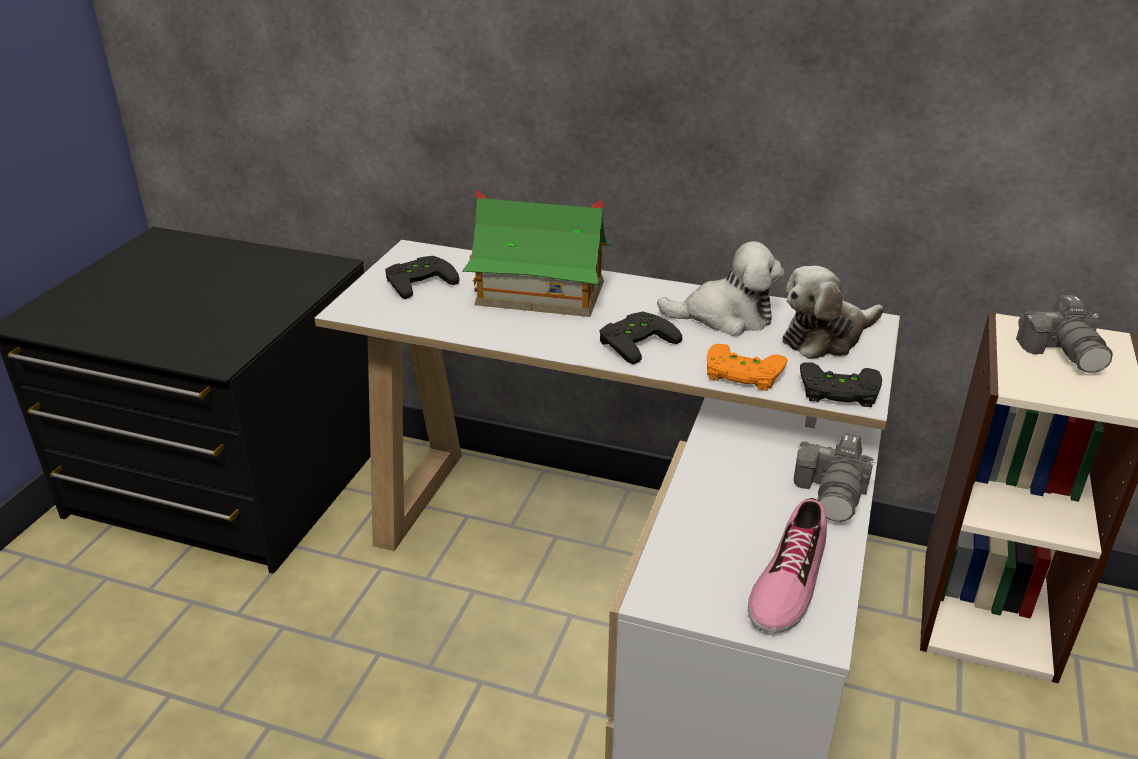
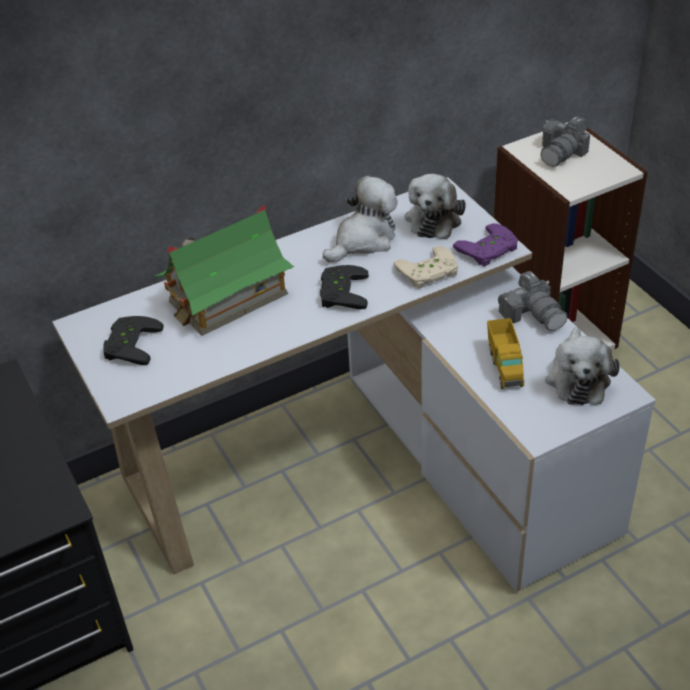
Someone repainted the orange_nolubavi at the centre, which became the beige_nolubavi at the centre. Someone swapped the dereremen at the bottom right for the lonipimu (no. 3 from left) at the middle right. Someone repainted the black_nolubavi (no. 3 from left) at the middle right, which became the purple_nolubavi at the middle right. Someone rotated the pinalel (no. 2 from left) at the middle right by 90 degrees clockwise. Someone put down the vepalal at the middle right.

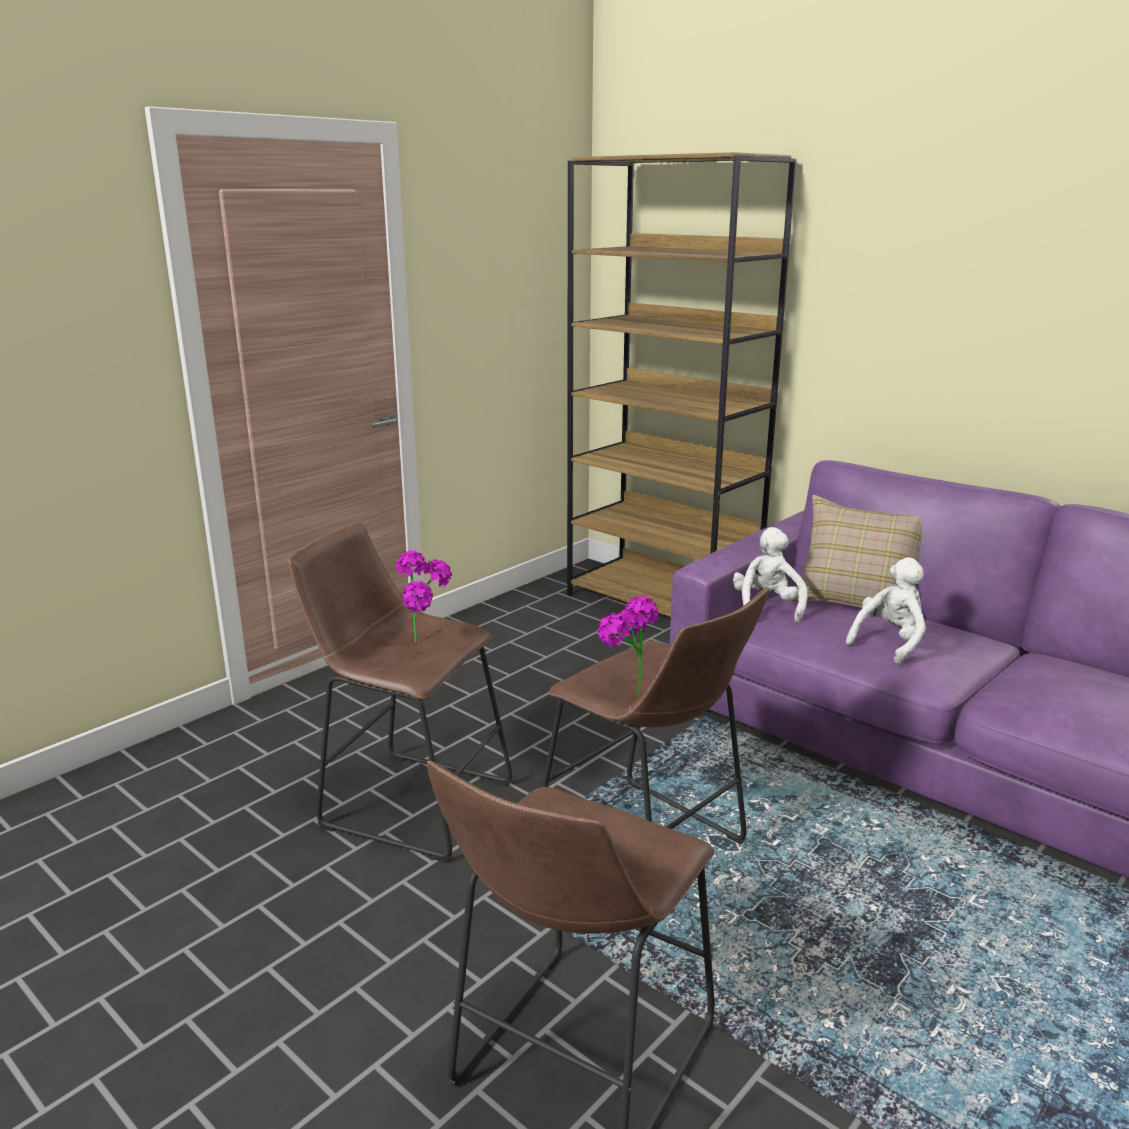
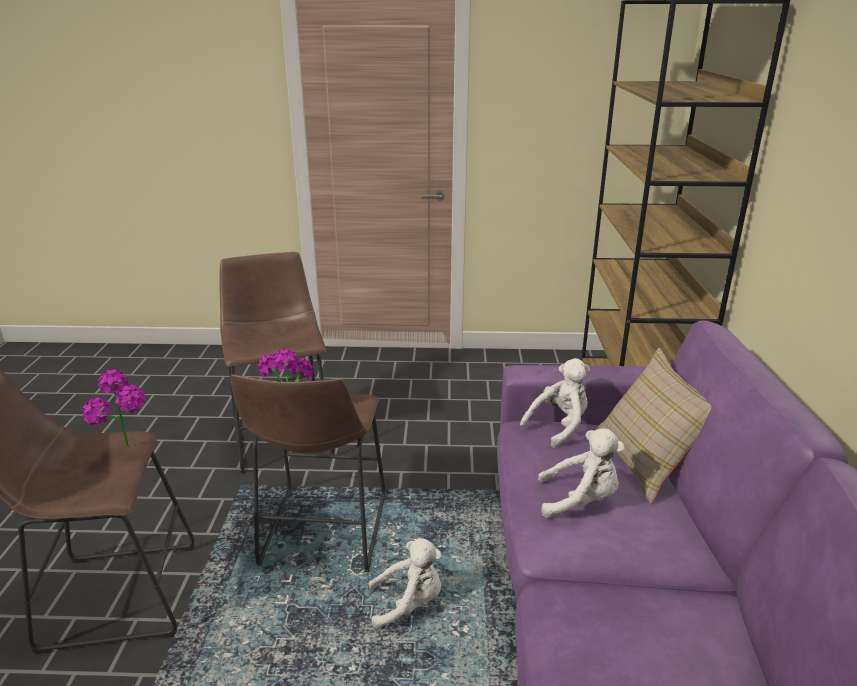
Someone carried the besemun (no. 1 from left) from the centre to the middle left. Someone put down the white_lonipimu (no. 1 from left) at the bottom centre.

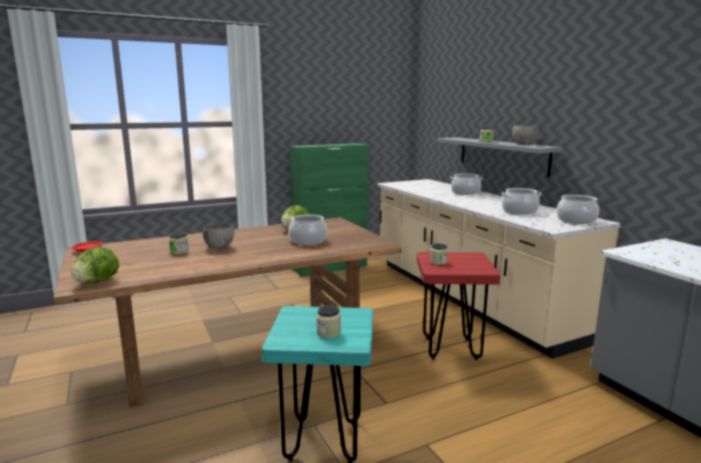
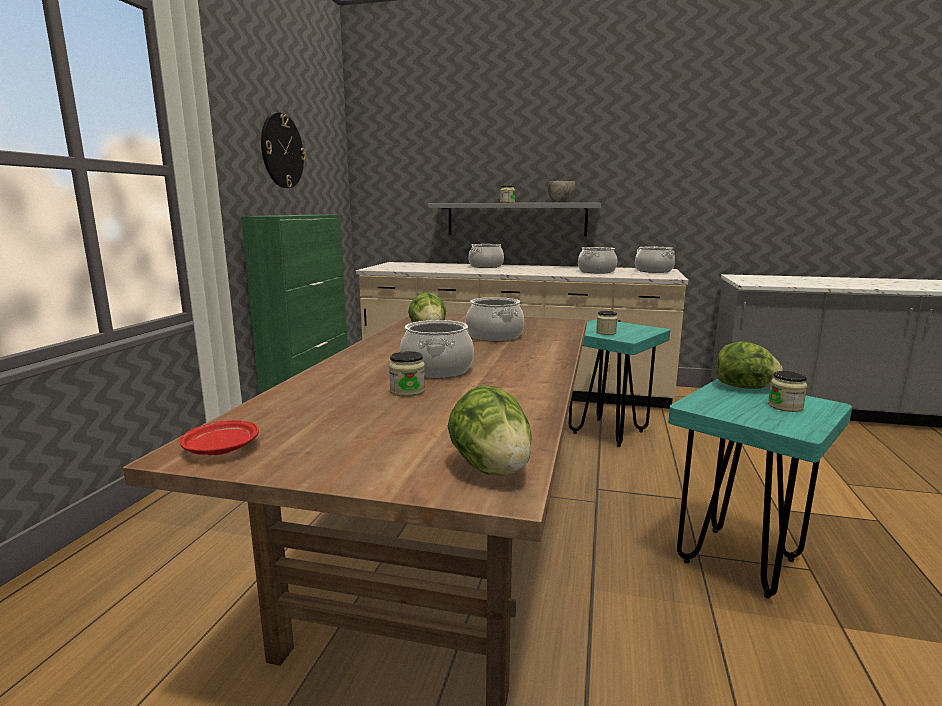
Someone swapped the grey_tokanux (no. 1 from left) at the middle left for the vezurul (no. 1 from left) at the centre. Someone repainted the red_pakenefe at the centre, which became the turquoise_pakenefe (no. 1 from left) at the centre. Someone put up the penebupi at the top left. Someone put down the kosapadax (no. 3 from left) at the middle right.

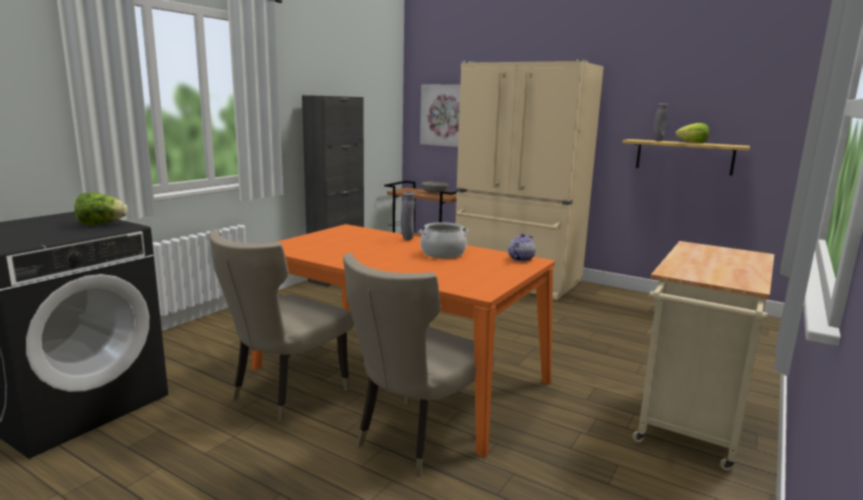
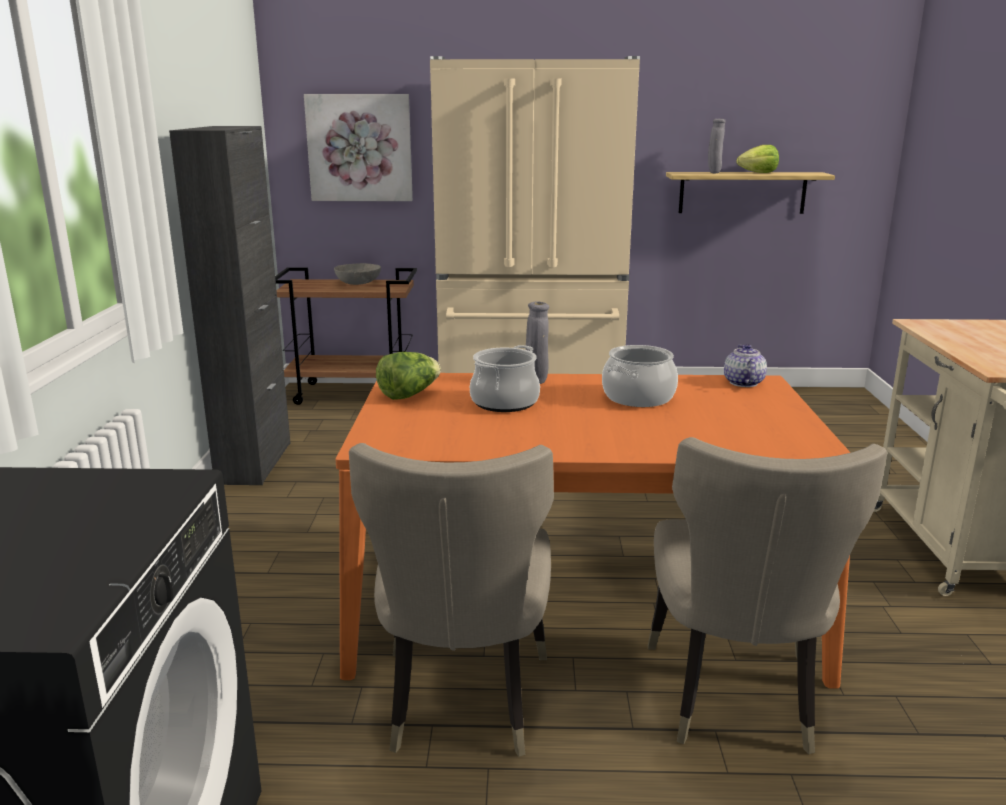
Someone carried the kosapadax (no. 1 from left) from the middle left to the centre. Someone put down the vezurul (no. 1 from left) at the centre.

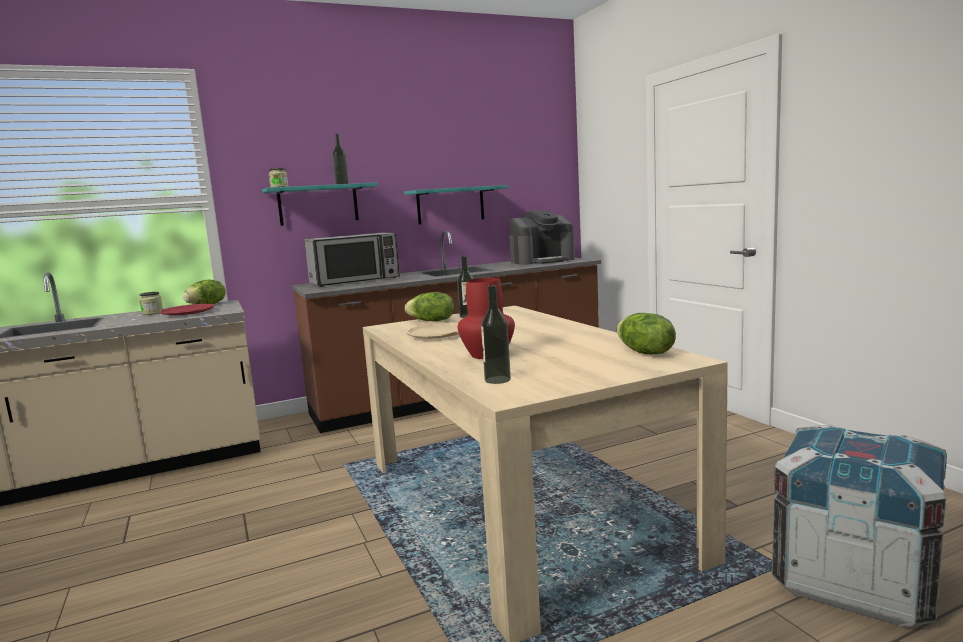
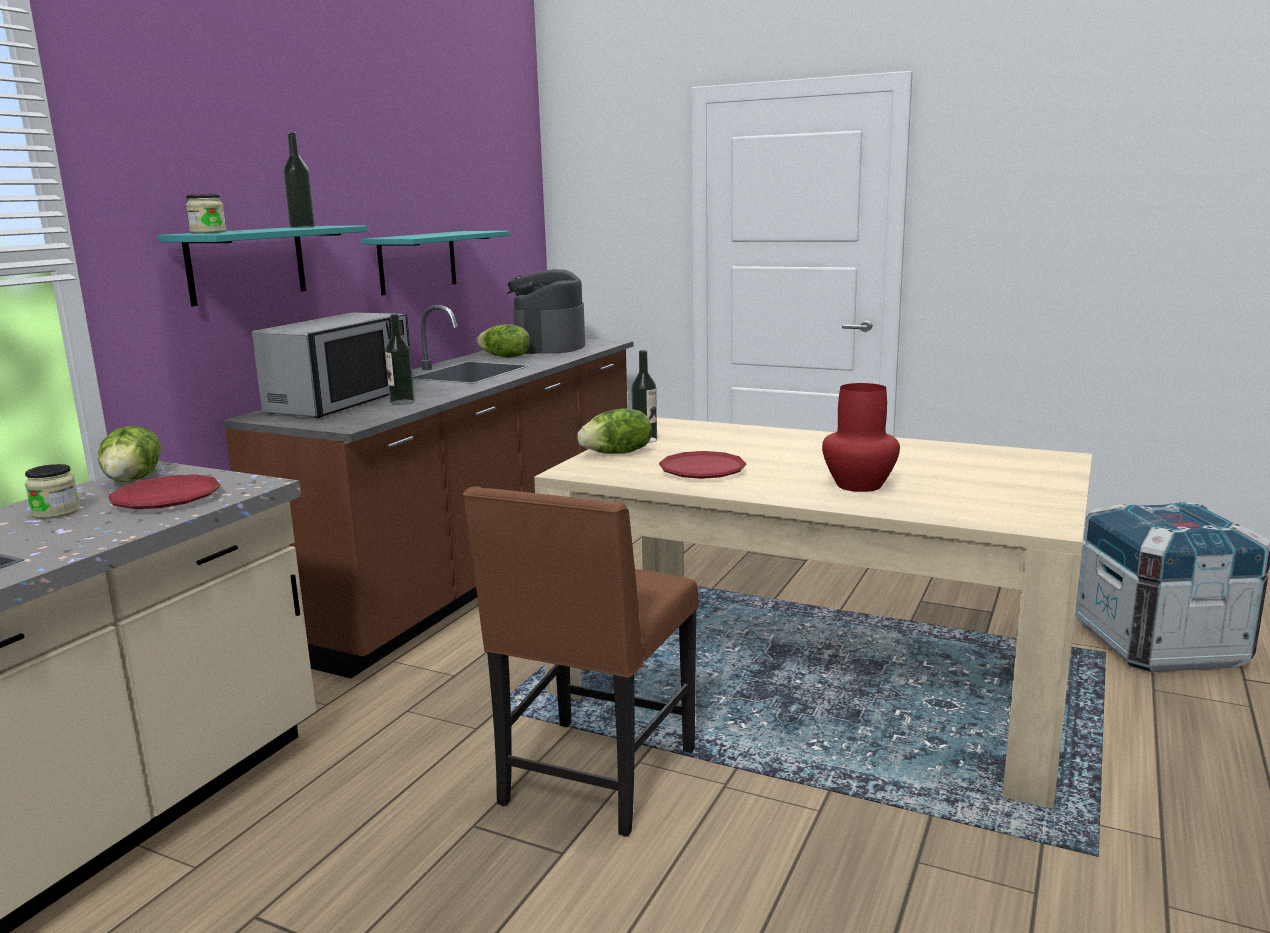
Someone repainted the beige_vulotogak at the centre, which became the red_vulotogak (no. 2 from left) at the centre. Someone carried the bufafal (no. 3 from left in the first image) from the centre to the middle left. Someone rotated the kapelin at the centre by 150 degrees clockwise. Someone carried the kosapadax (no. 3 from left in the first image) from the middle right to the centre. Someone put down the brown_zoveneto at the bottom centre.

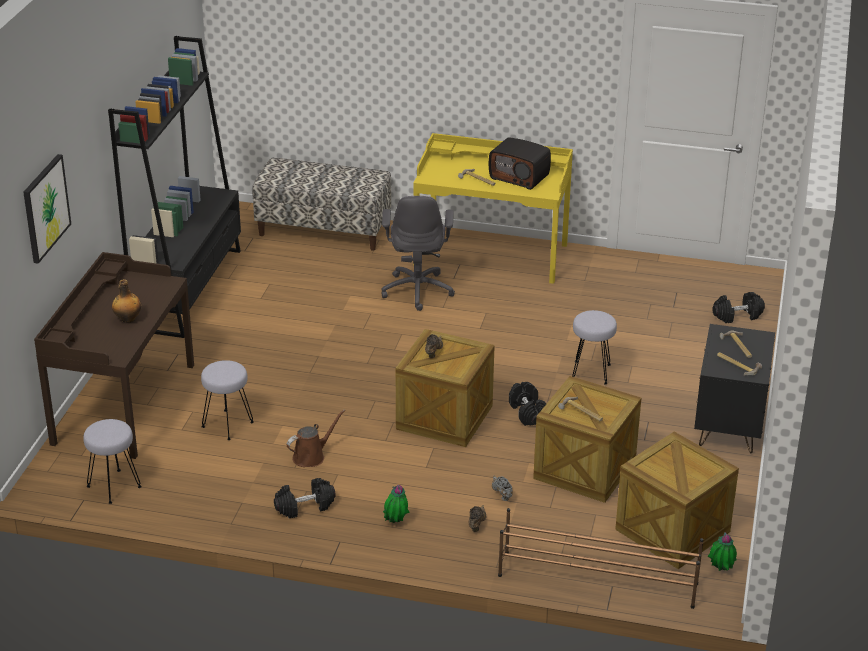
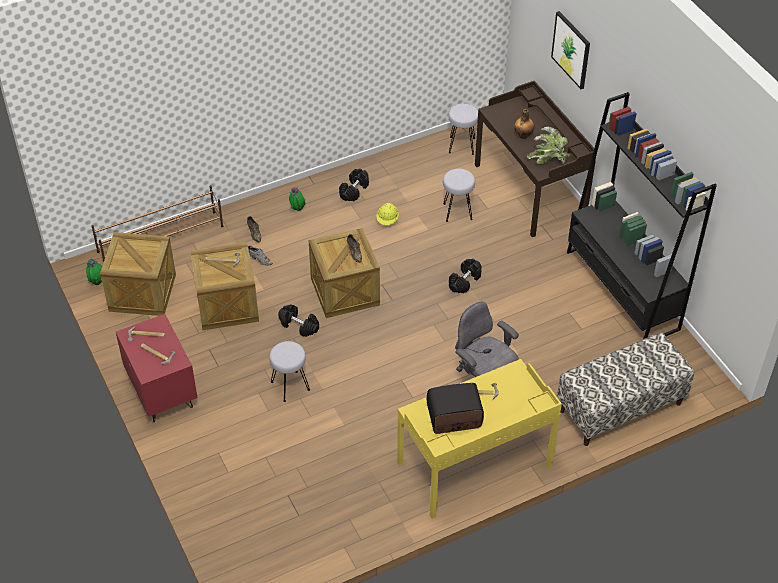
Someone swapped the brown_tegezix at the bottom centre for the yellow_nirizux at the centre. Someone repainted the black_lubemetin at the middle right, which became the red_lubemetin at the middle left. Someone carried the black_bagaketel (no. 3 from left) from the middle right to the centre. Someone put down the besemun (no. 3 from left) at the top right.

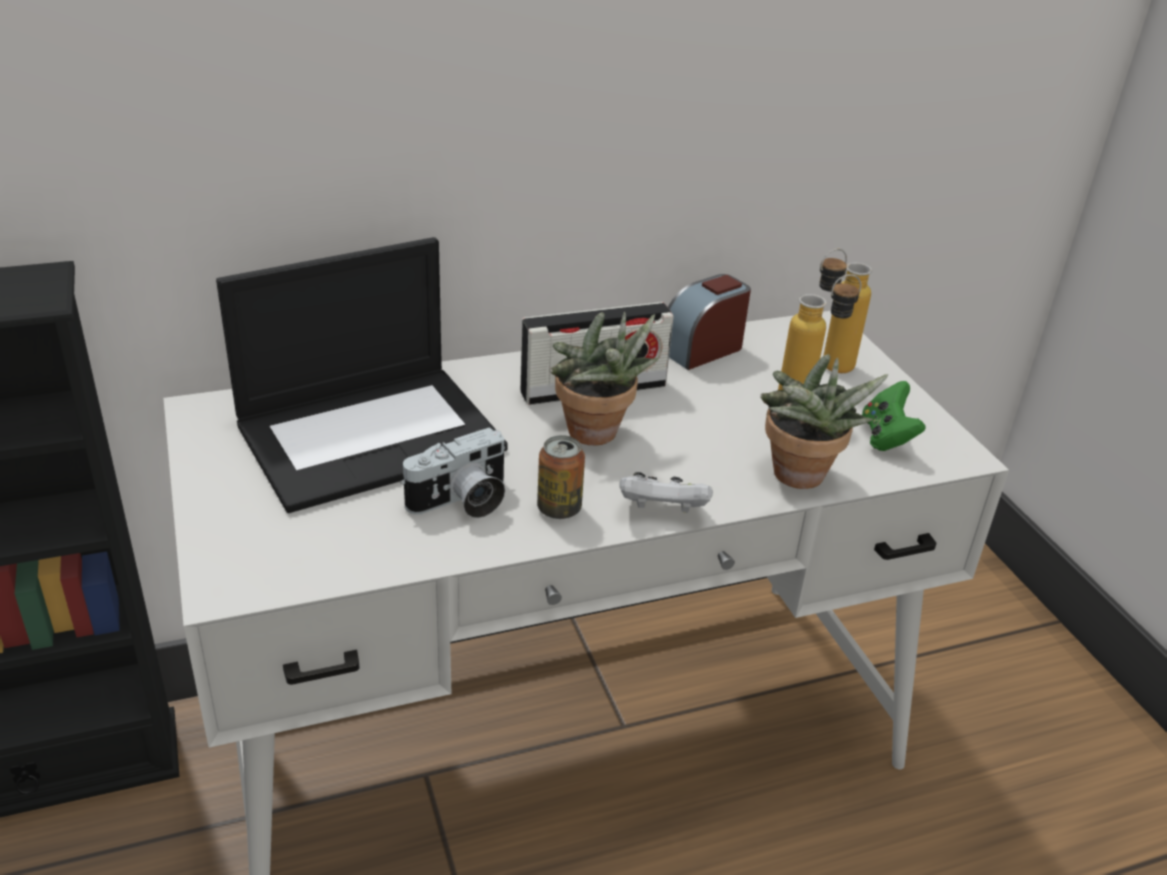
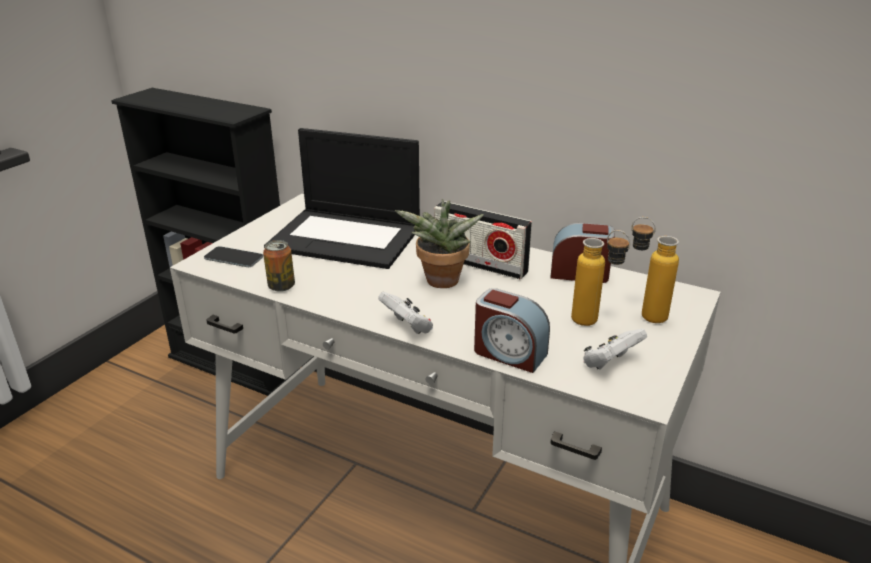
Someone took away the pinalel at the centre. Someone carried the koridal from the centre to the middle left. Someone swapped the besemun (no. 2 from left) at the middle right for the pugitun (no. 1 from left) at the centre. Someone repainted the green_nolubavi at the middle right, which became the white_nolubavi (no. 2 from left) at the middle right. Someone put down the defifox at the middle left.

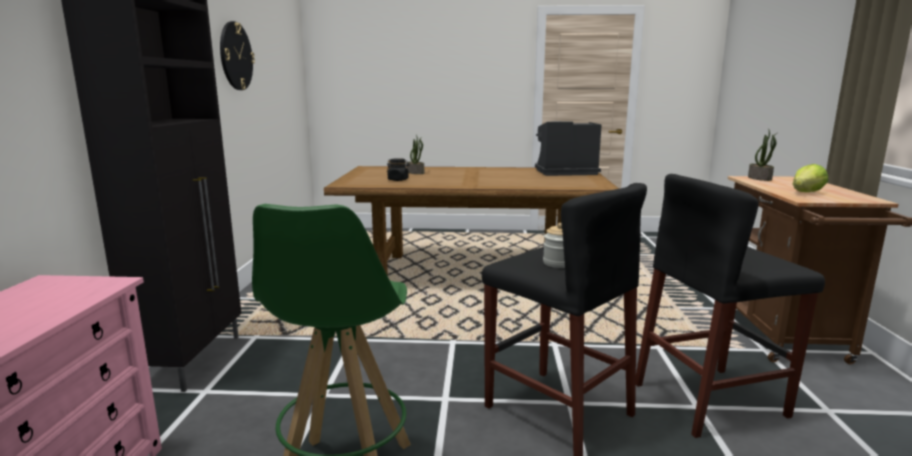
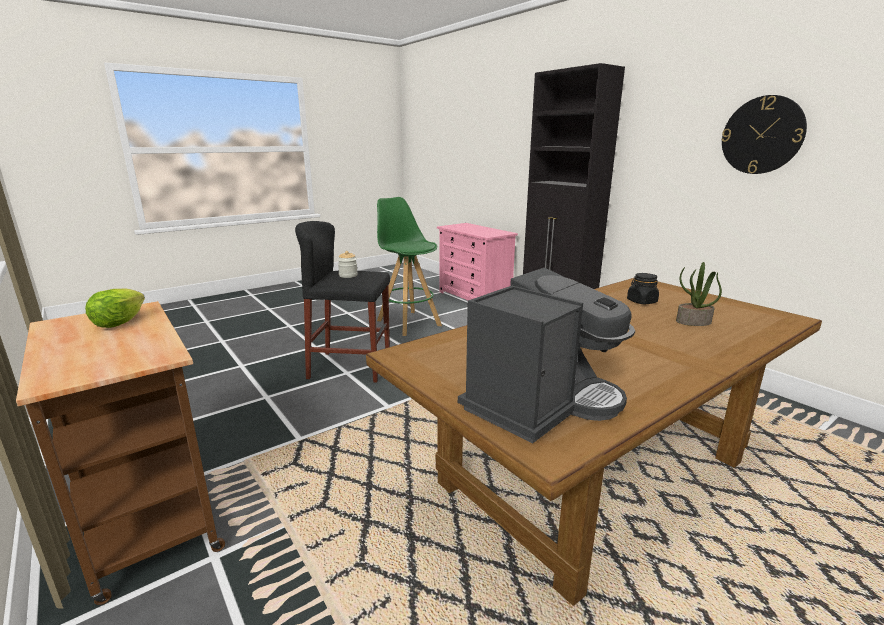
Someone took away the black_pakenefe (no. 2 from left) at the bottom right. Someone took away the besemun (no. 2 from left) at the middle right.

